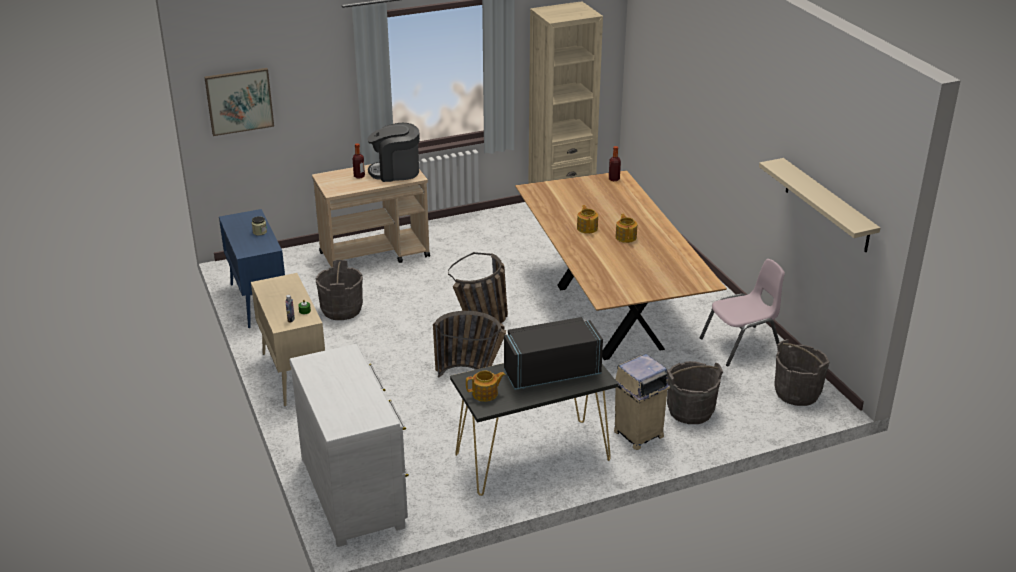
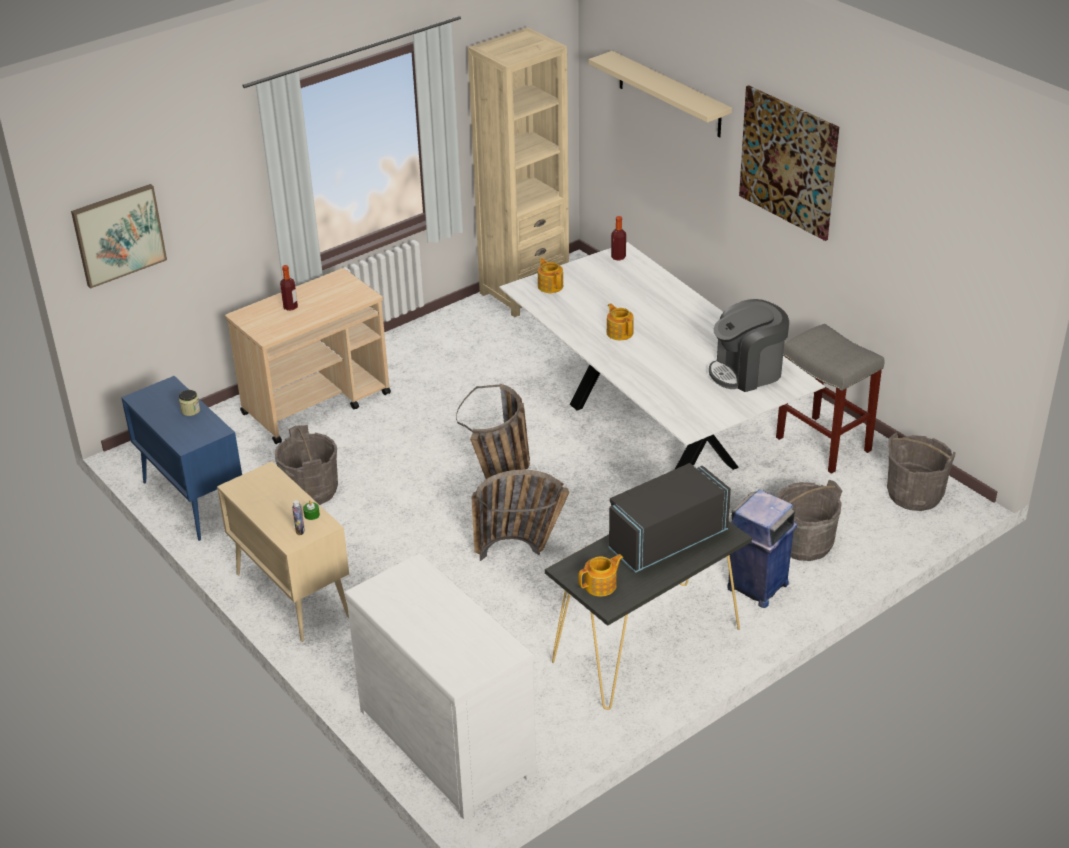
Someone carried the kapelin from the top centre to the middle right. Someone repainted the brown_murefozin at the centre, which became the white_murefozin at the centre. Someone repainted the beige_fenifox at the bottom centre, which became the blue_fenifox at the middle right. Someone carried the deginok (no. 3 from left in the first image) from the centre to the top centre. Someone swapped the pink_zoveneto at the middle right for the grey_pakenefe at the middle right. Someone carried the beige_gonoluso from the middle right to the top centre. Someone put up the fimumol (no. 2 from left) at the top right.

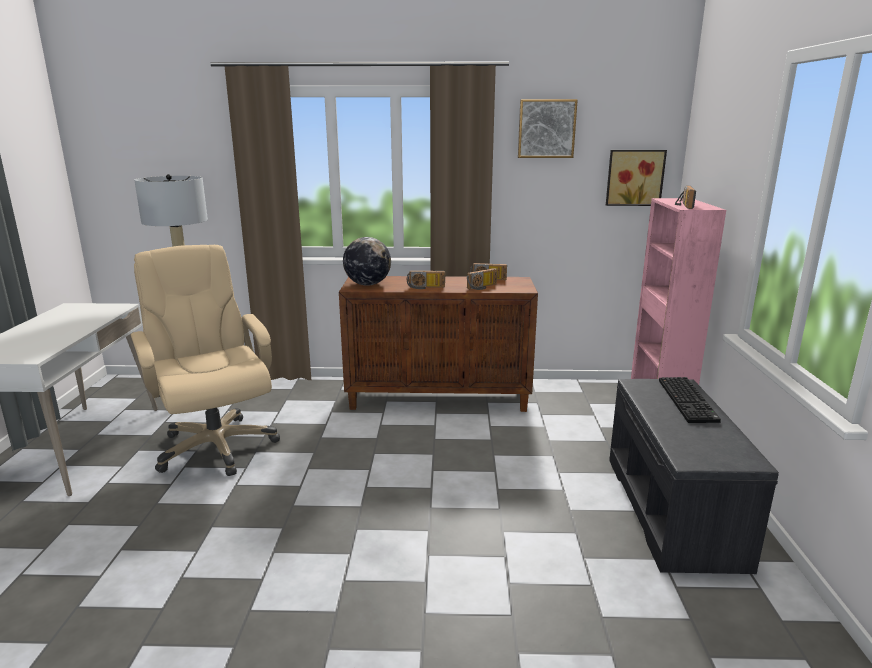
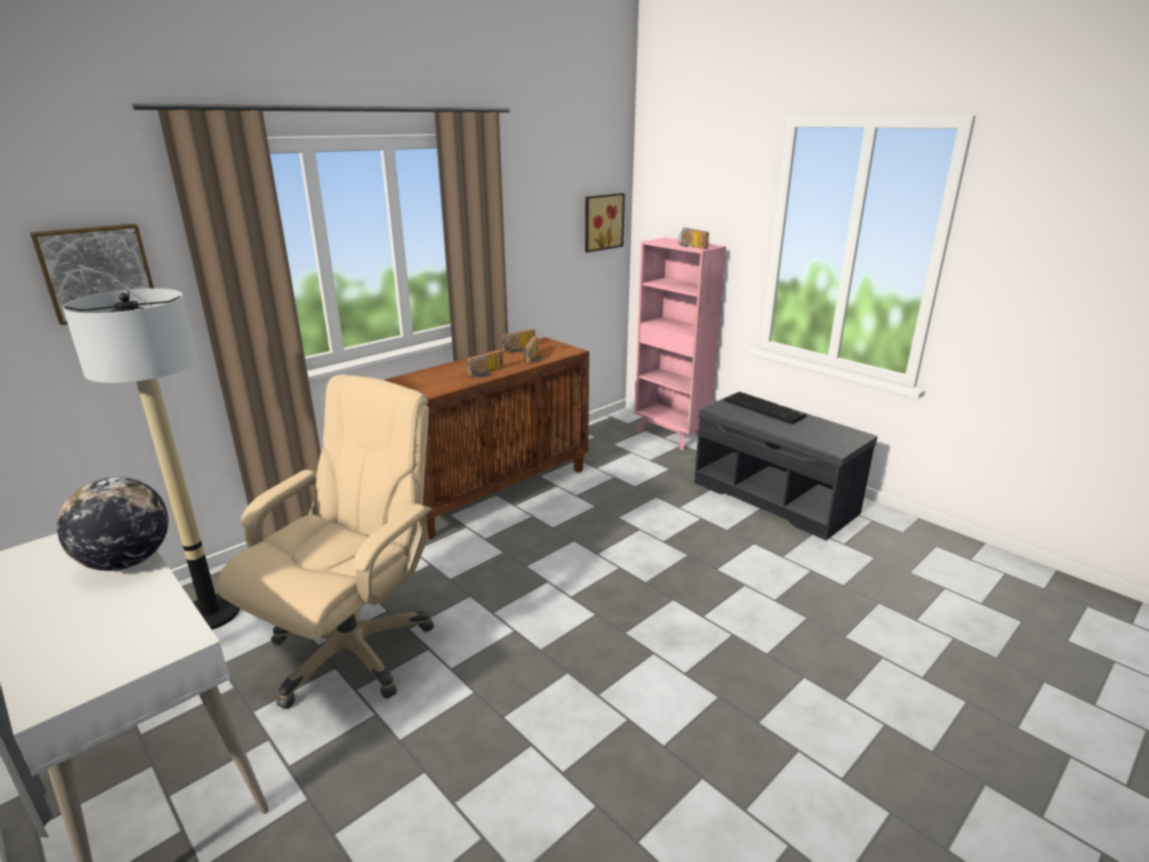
Someone rotated the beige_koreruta at the middle left by 105 degrees clockwise. Someone carried the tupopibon from the centre to the middle left. Someone carried the fimumol (no. 1 from left) from the top centre to the top left.

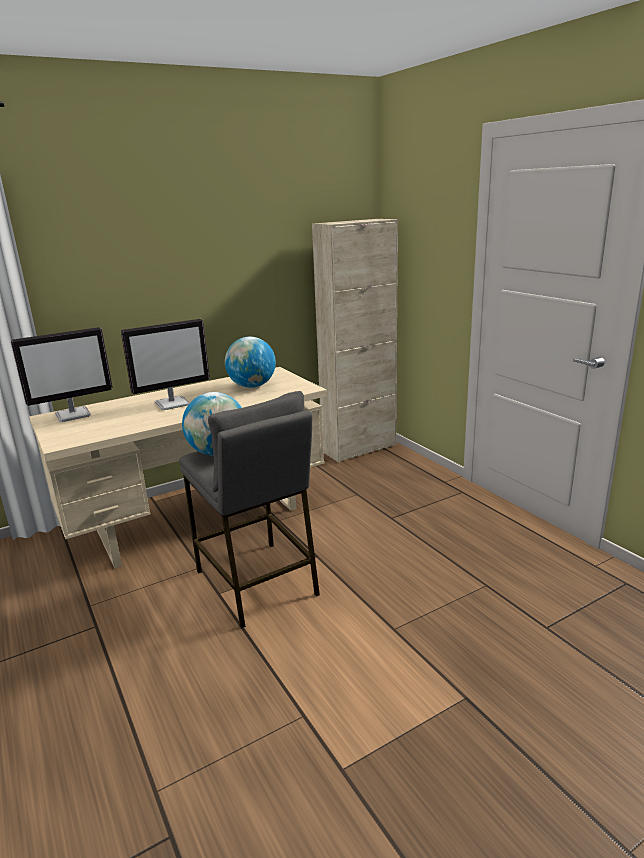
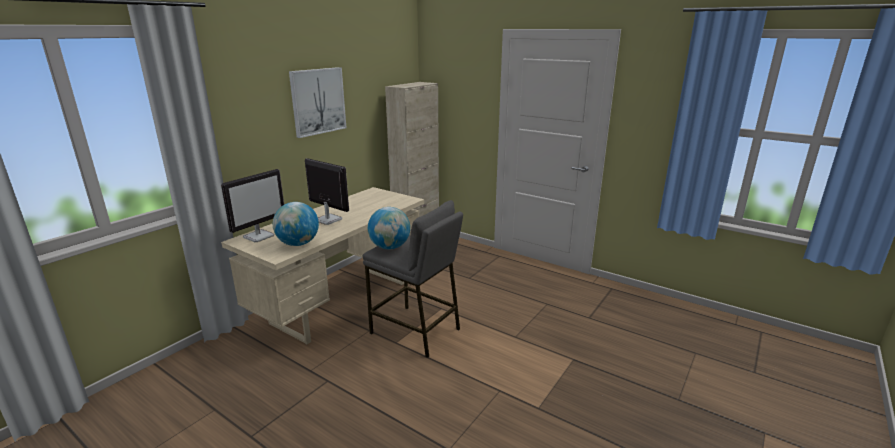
Someone rotated the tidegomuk (no. 2 from left) at the middle left by 90 degrees counterclockwise. Someone carried the tupopibon (no. 2 from left in the first image) from the centre to the middle left. Someone put up the fimumol at the top centre.

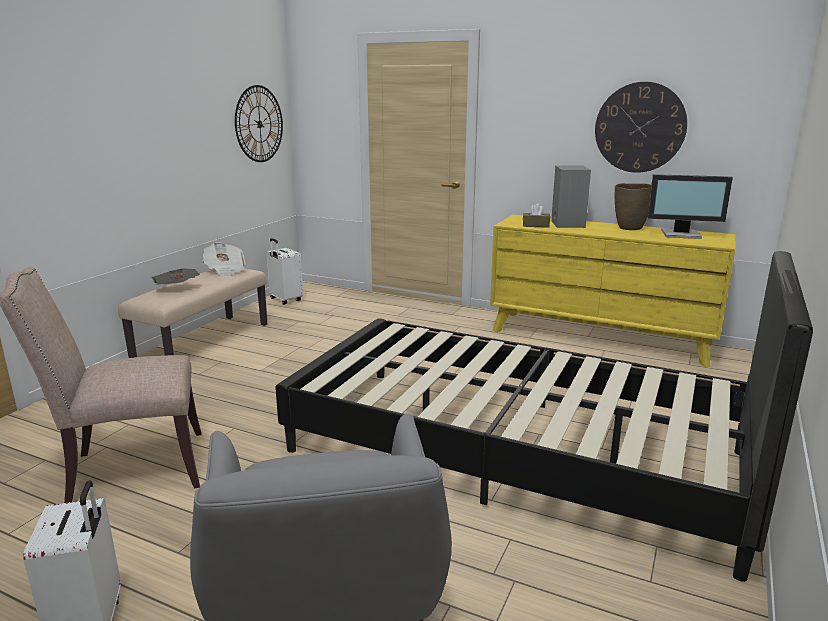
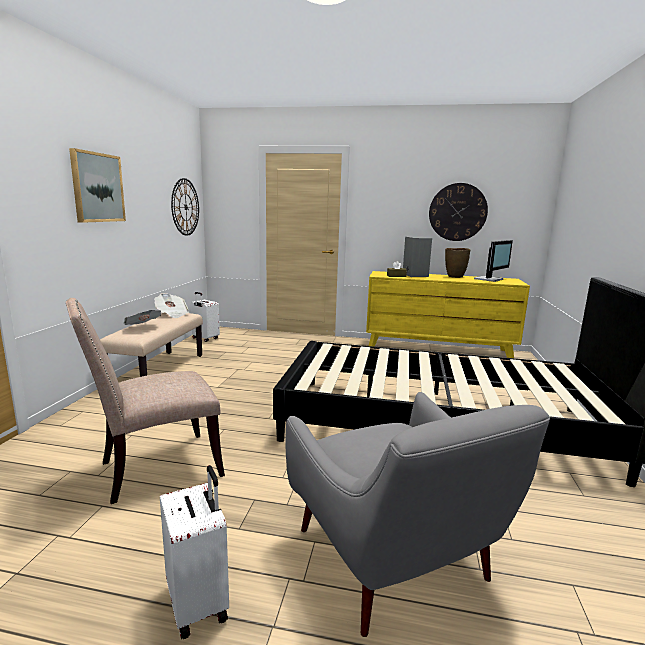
Someone rotated the tidegomuk at the top right by 45 degrees counterclockwise. Someone put up the fimumol at the top left.

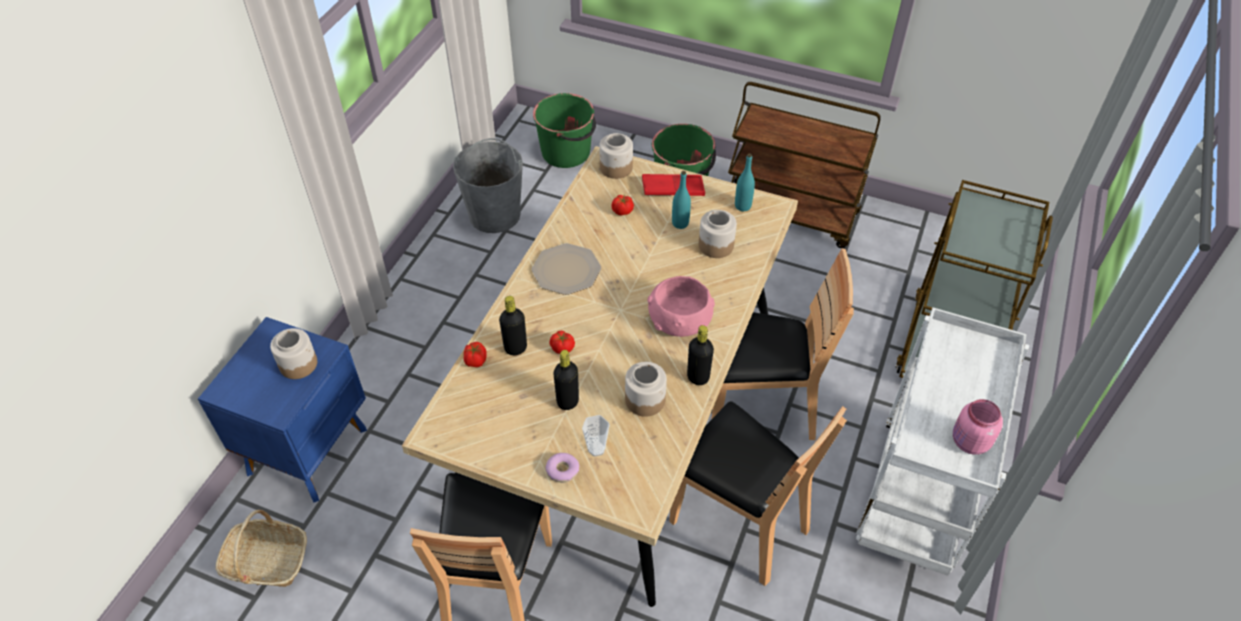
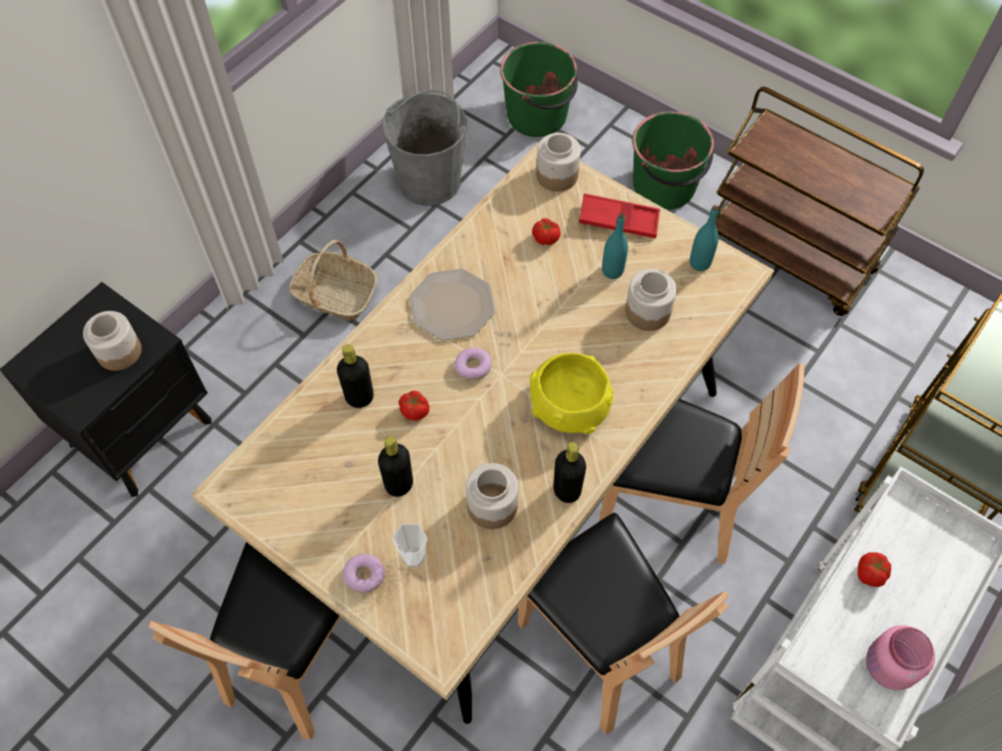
Someone repainted the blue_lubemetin at the middle left, which became the black_lubemetin at the middle left. Someone carried the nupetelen from the bottom left to the middle left. Someone carried the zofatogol (no. 1 from left in the first image) from the centre to the bottom right. Someone repainted the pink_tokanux at the centre, which became the yellow_tokanux at the centre. Someone put down the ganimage (no. 2 from left) at the centre.

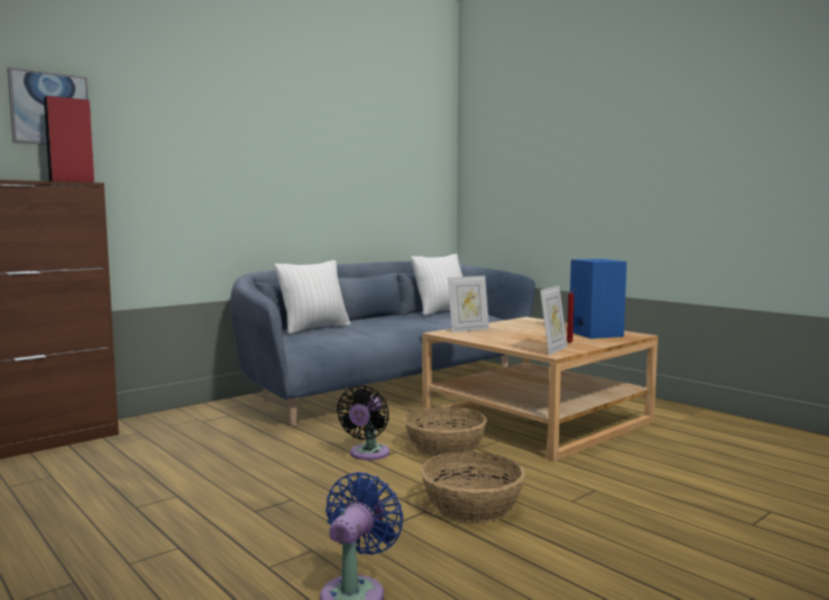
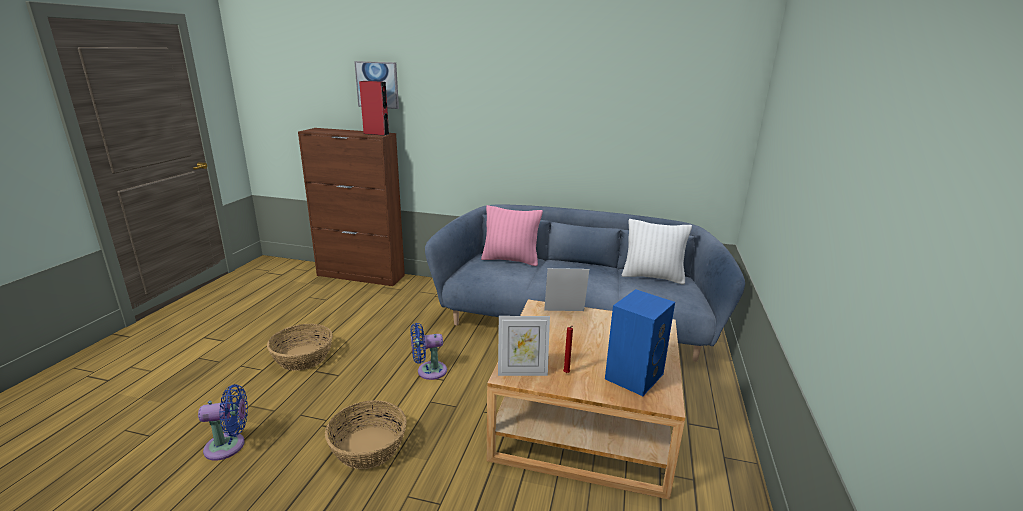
Someone repainted the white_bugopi (no. 1 from left) at the centre, which became the pink_bugopi at the centre. Someone repainted the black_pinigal at the bottom centre, which became the blue_pinigal (no. 2 from left) at the bottom centre. Someone carried the nupetelen (no. 1 from left) from the bottom centre to the bottom left. Someone rotated the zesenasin (no. 1 from left in the first image) at the centre by 150 degrees clockwise.

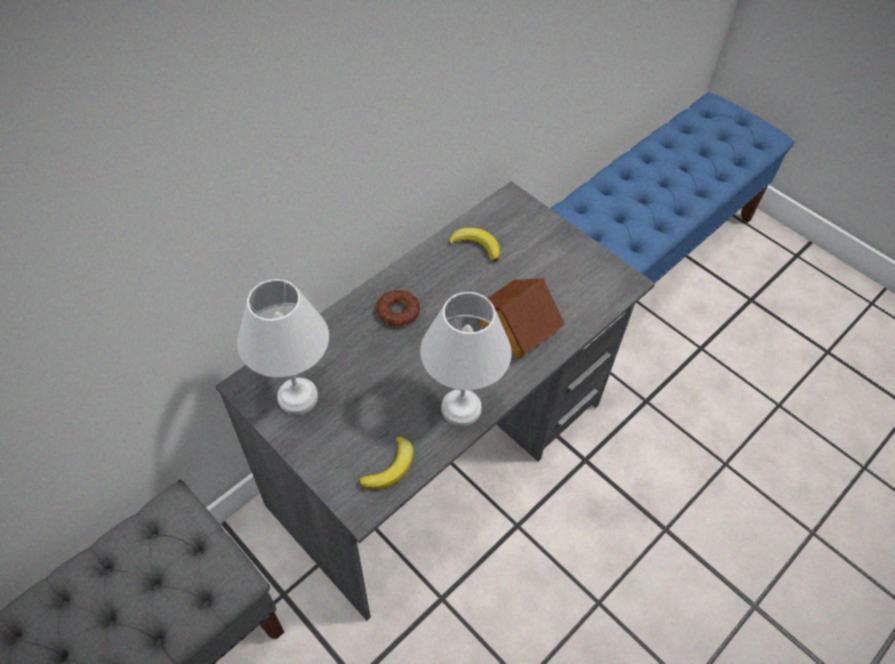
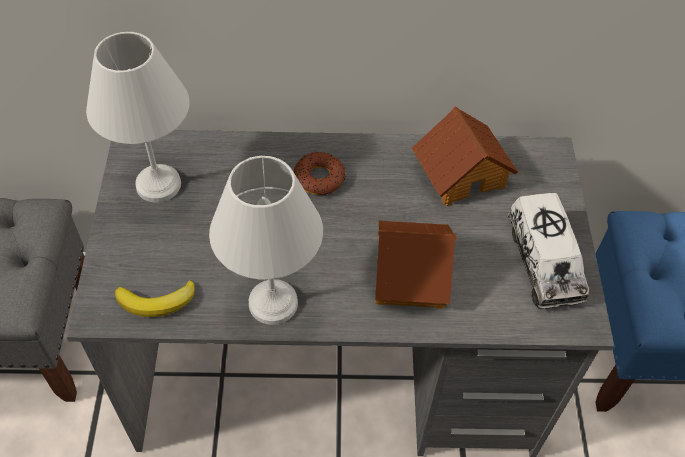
Someone swapped the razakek (no. 2 from left) at the centre for the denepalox (no. 2 from left) at the middle right. Someone put down the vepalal at the middle right.

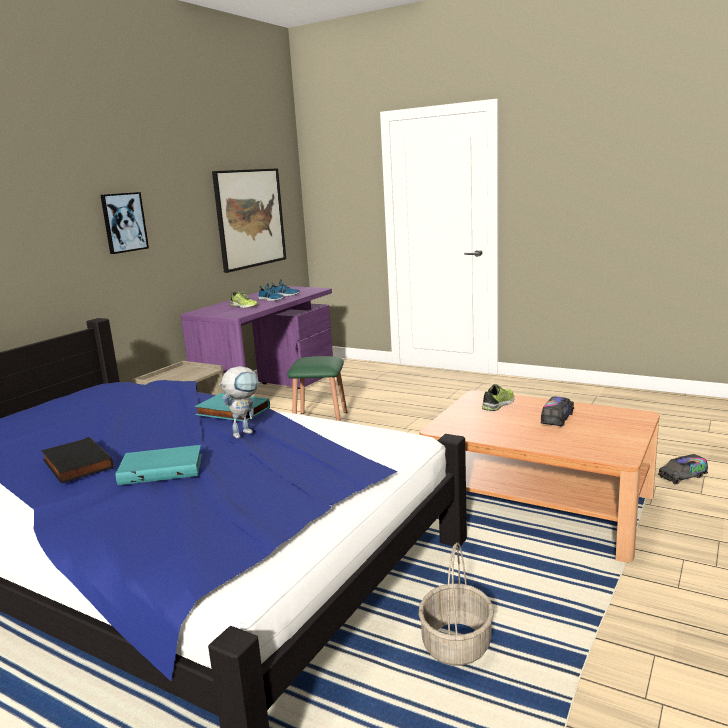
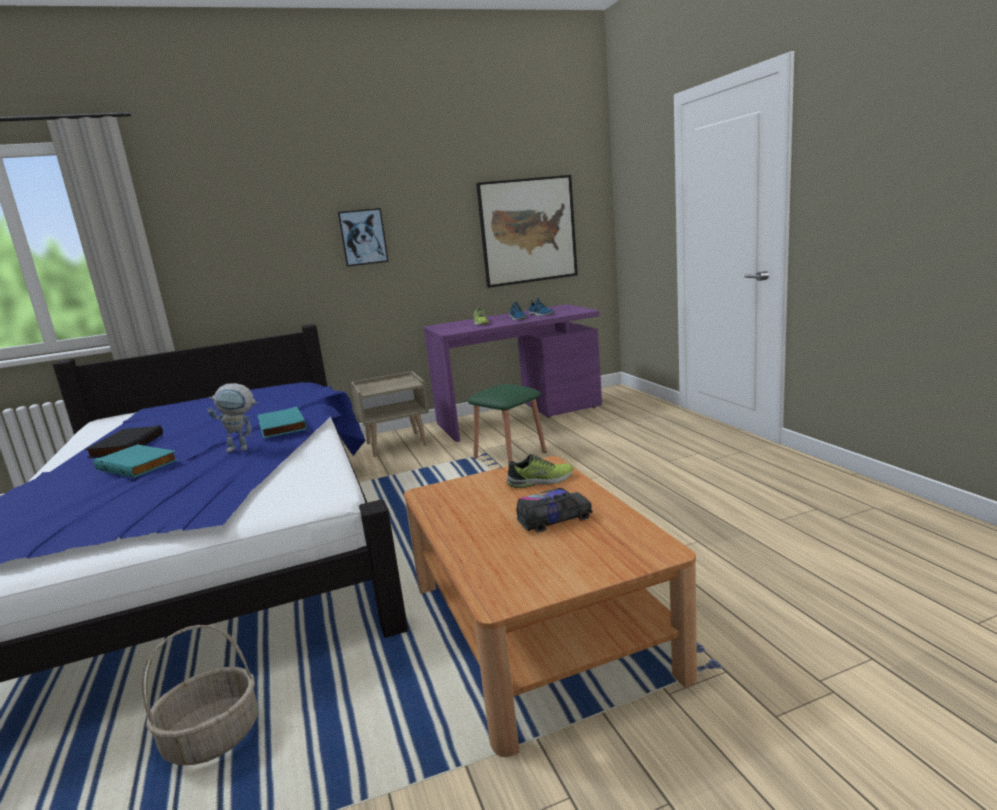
Someone took away the vepalal (no. 2 from left) at the middle right.

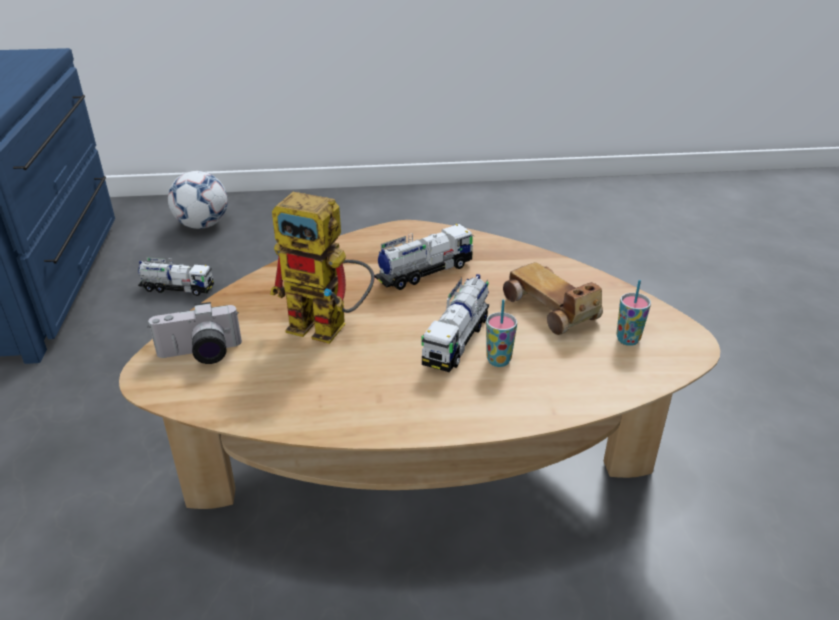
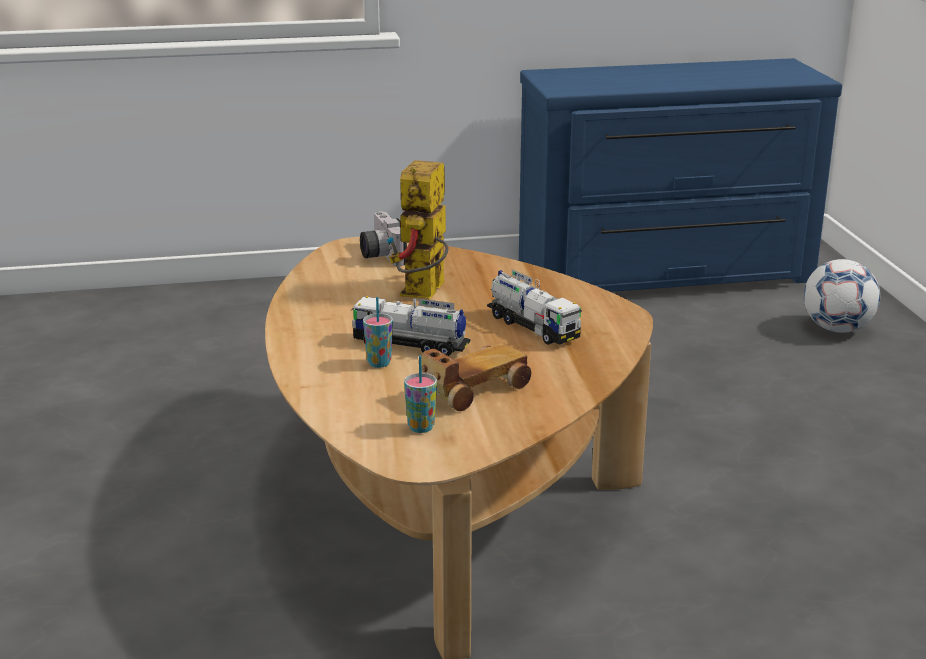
Someone took away the vepalal (no. 1 from left) at the middle left.

